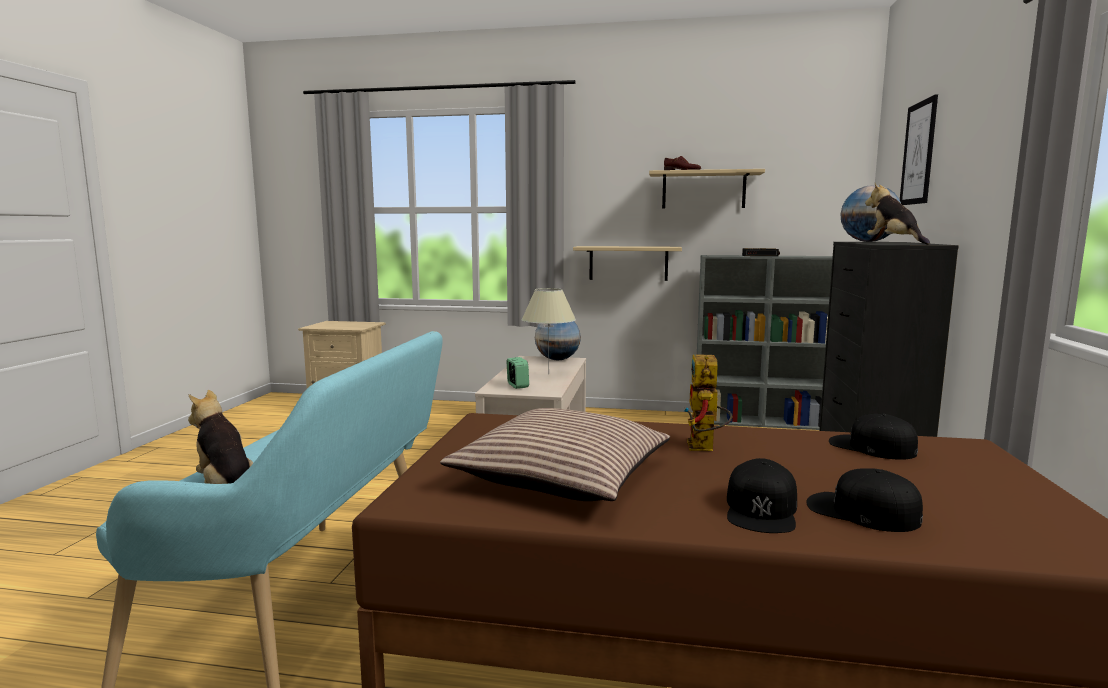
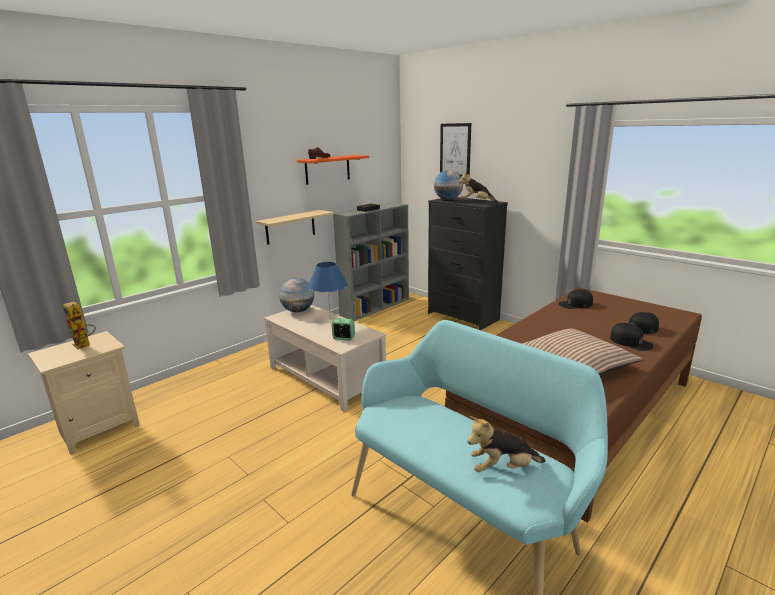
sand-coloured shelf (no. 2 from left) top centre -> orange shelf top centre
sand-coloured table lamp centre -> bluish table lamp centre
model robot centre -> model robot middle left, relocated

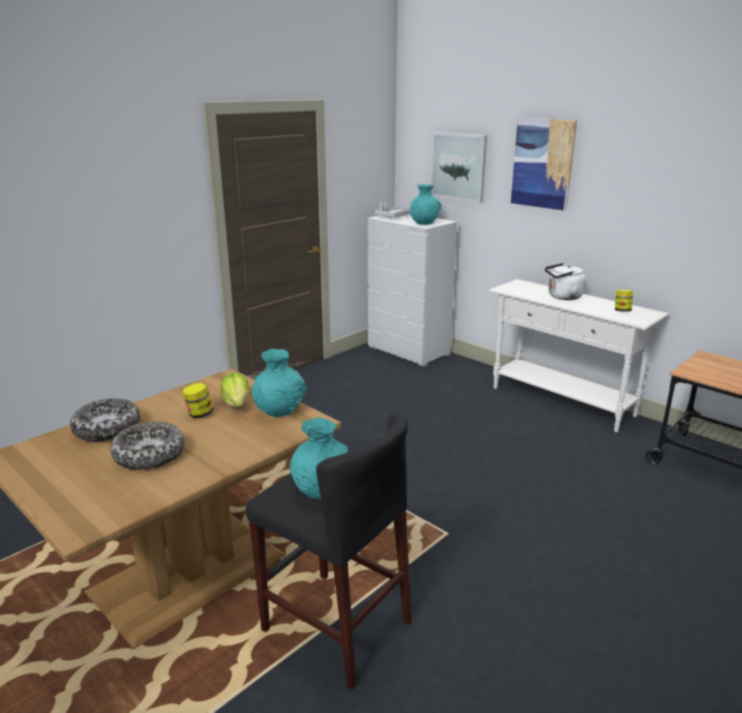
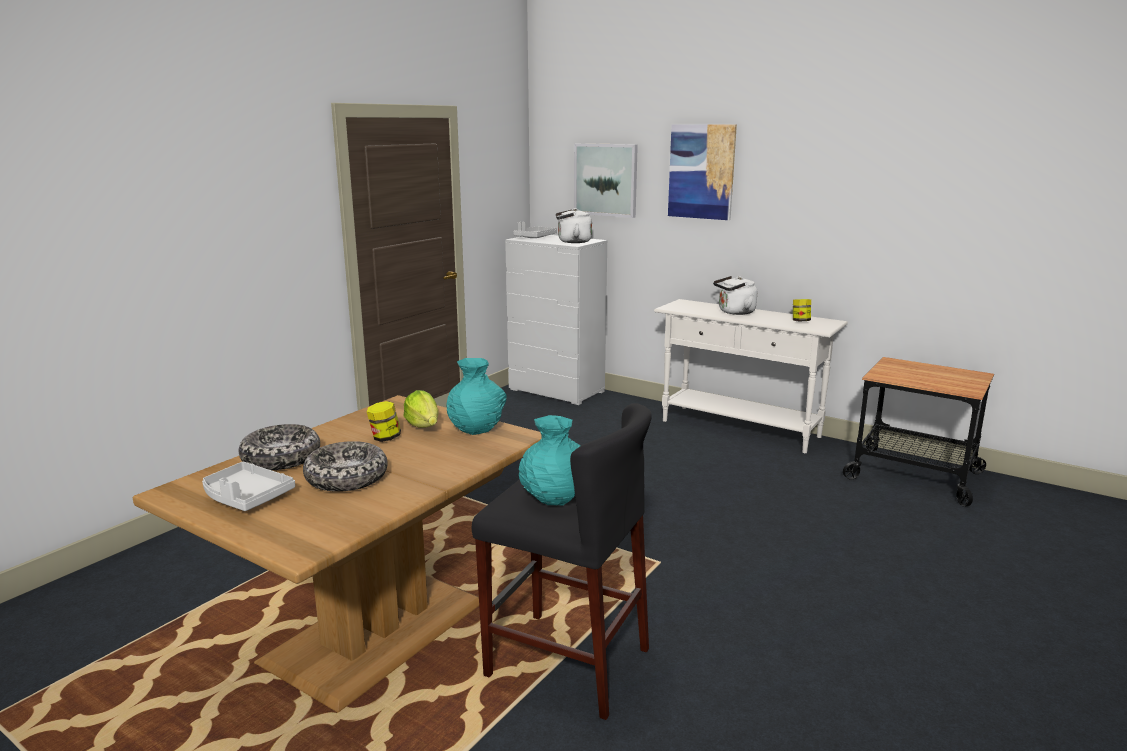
turquoise decorative vase (no. 3 from left) top centre -> whitish water kettle (no. 1 from left) top centre
none -> grey carrying tray (no. 1 from left) middle left

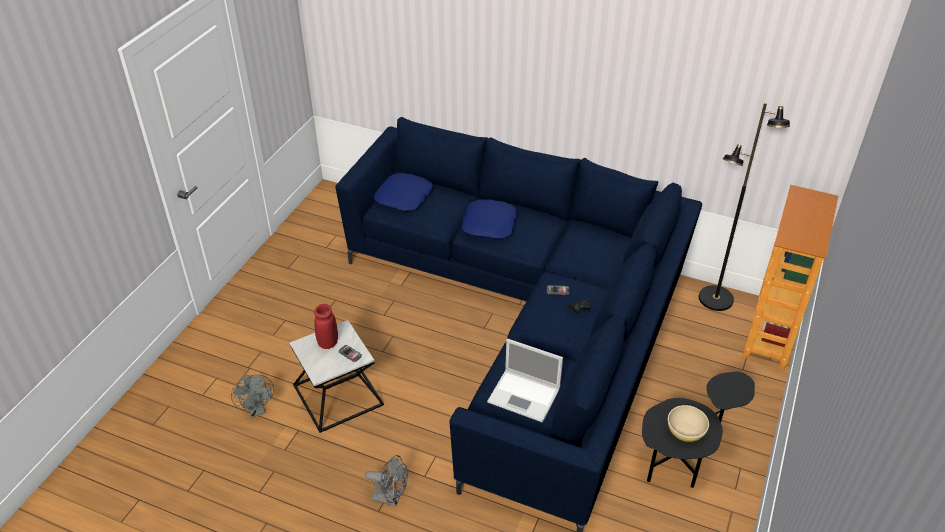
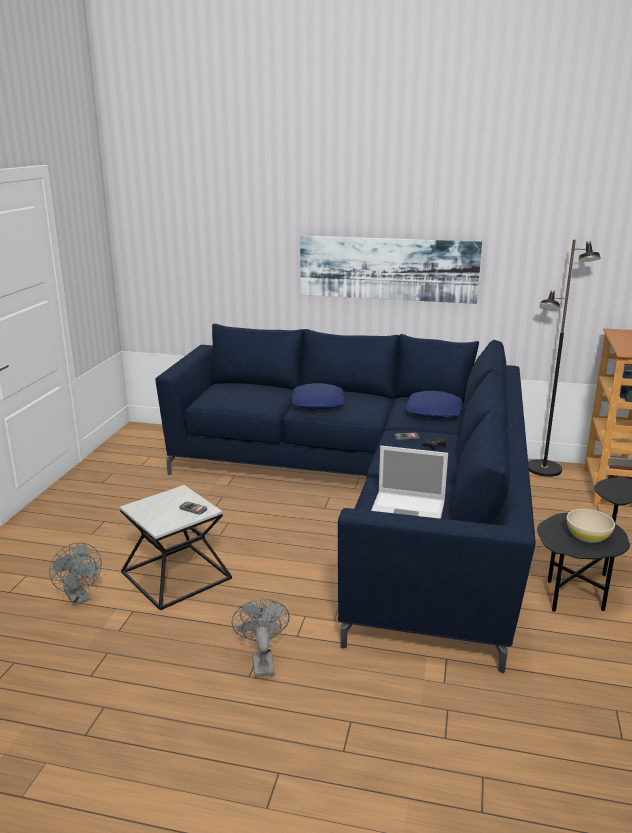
bluish cushion (no. 1 from left in the first image) centre -> bluish cushion (no. 2 from left) middle right, relocated
red decorative vase centre -> none
grey cooling fan (no. 2 from left) bottom centre, 105 degrees counterclockwise
none -> wall art top centre

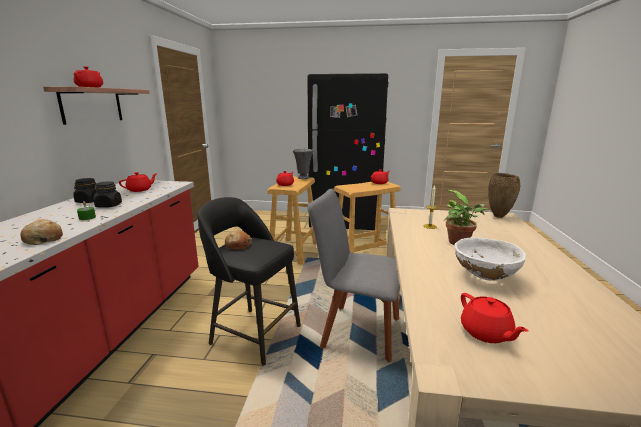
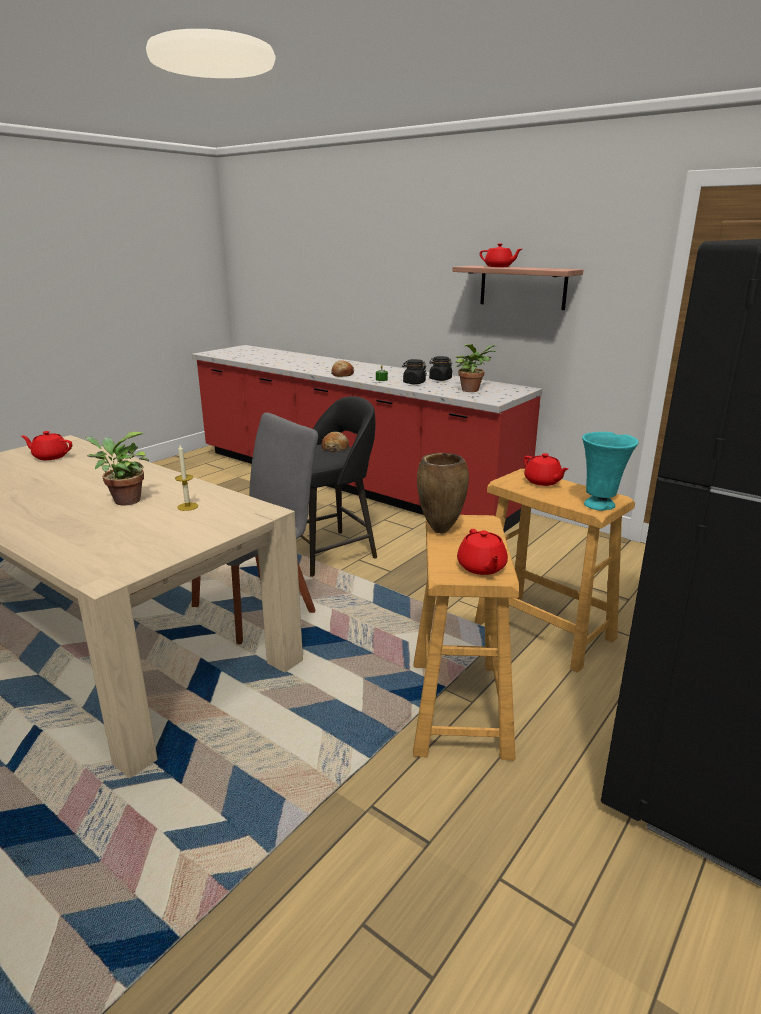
grey decorative vase centre -> turquoise decorative vase middle right
red tea pot (no. 2 from left) middle left -> plant in a pot (no. 2 from left) centre
brown-coloured decorative vase middle right -> brown-coloured decorative vase centre, relocated
whitish serving bowl middle right -> none

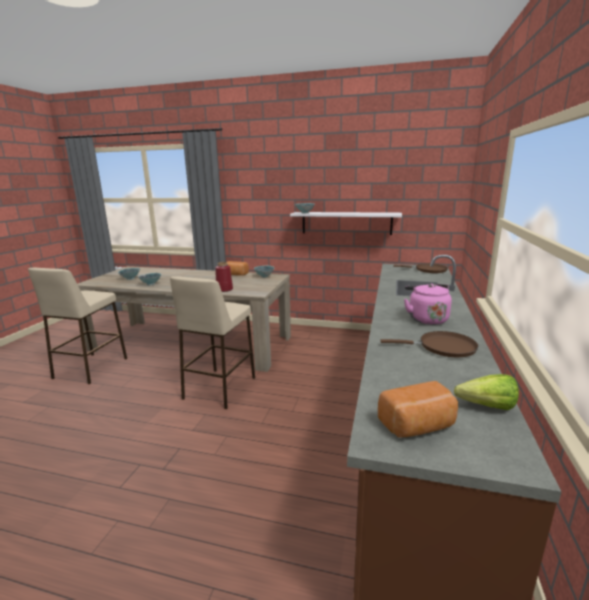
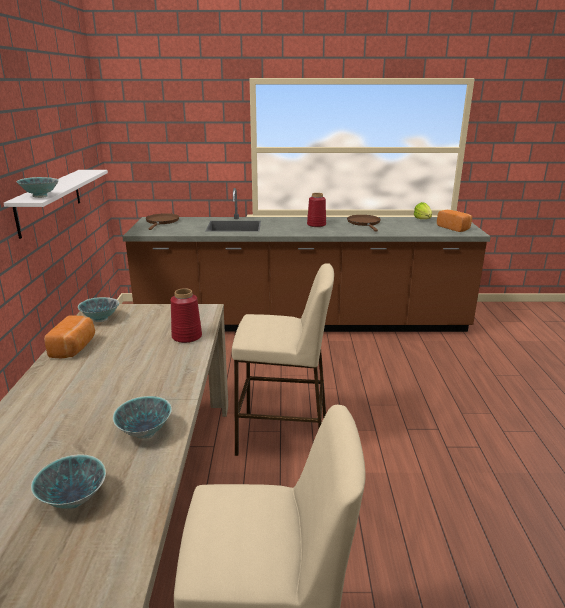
pinkish water kettle middle right -> red decorative vase (no. 2 from left) centre

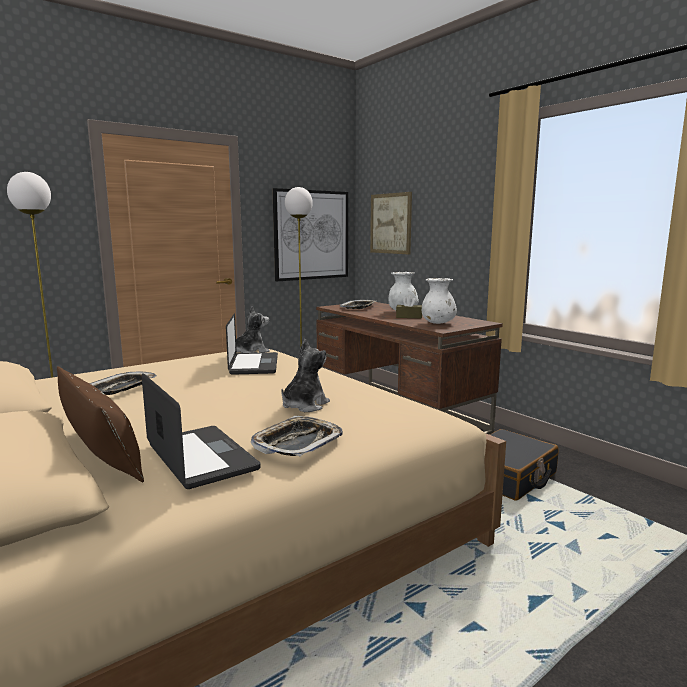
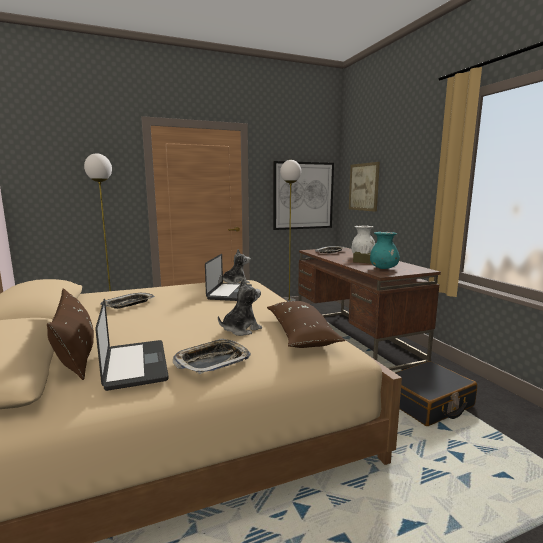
whitish decorative vase (no. 2 from left) centre -> turquoise decorative vase middle right
none -> brown-coloured cushion (no. 2 from left) centre

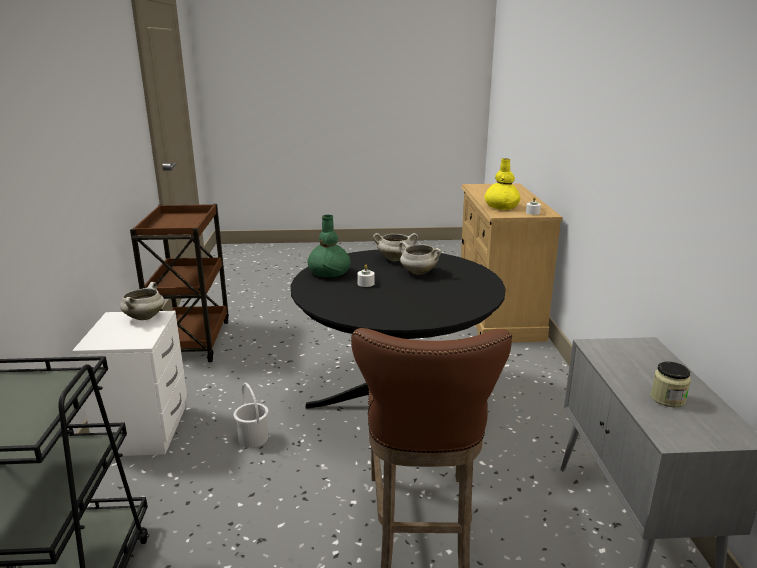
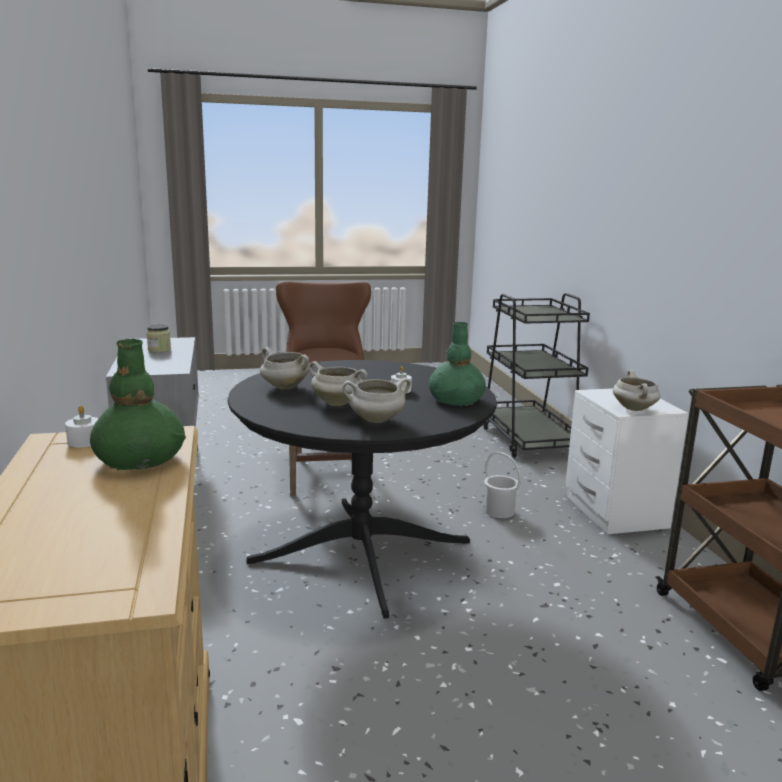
yellowish decorative vase top centre -> green decorative vase (no. 1 from left) middle left
none -> whitish saucepot (no. 1 from left) centre

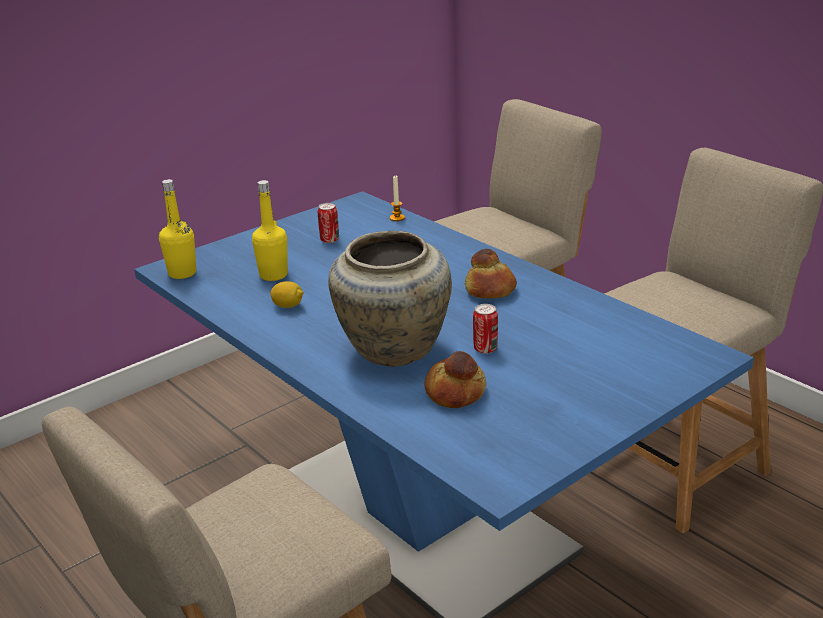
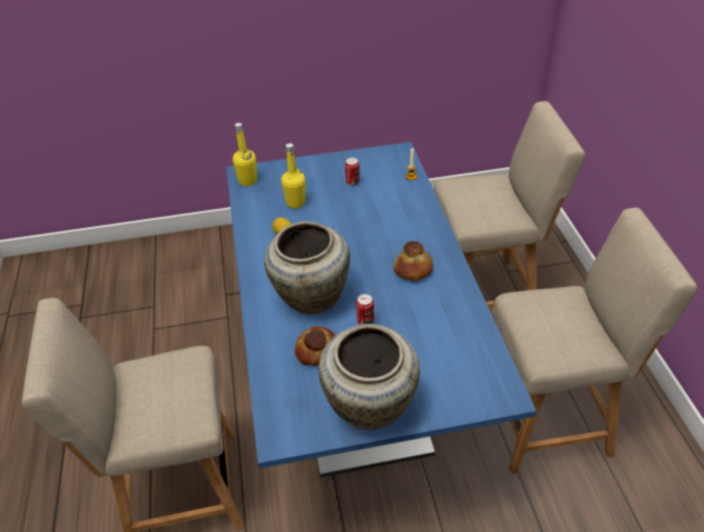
none -> sand-coloured decorative vase (no. 2 from left) bottom centre

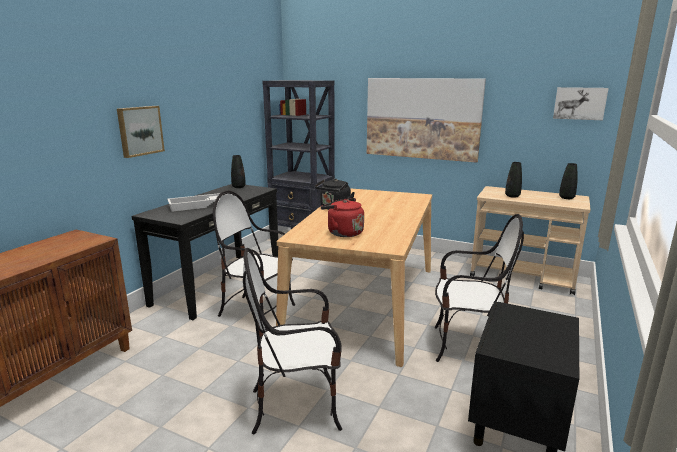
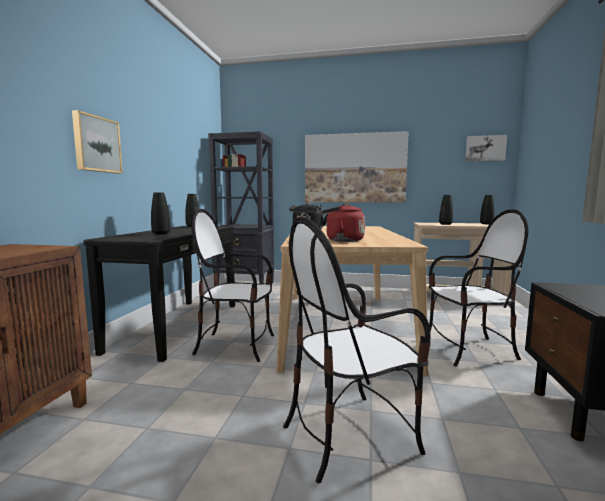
whitish carrying tray middle left -> black-coloured decorative vase (no. 1 from left) middle left

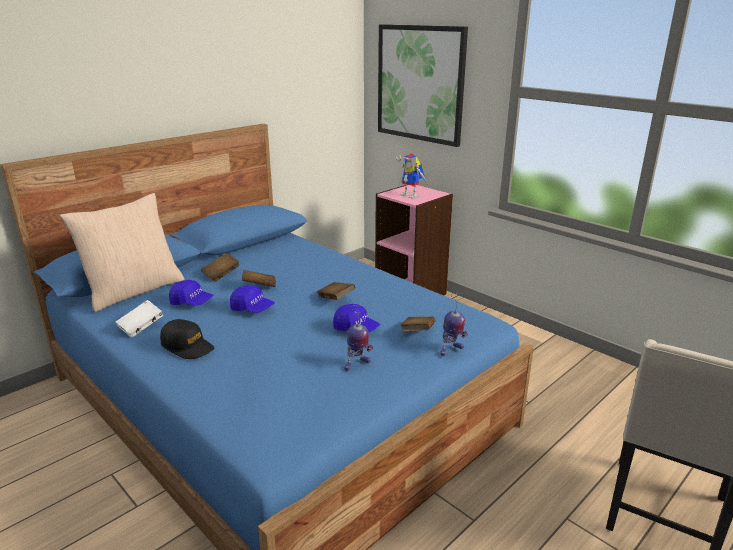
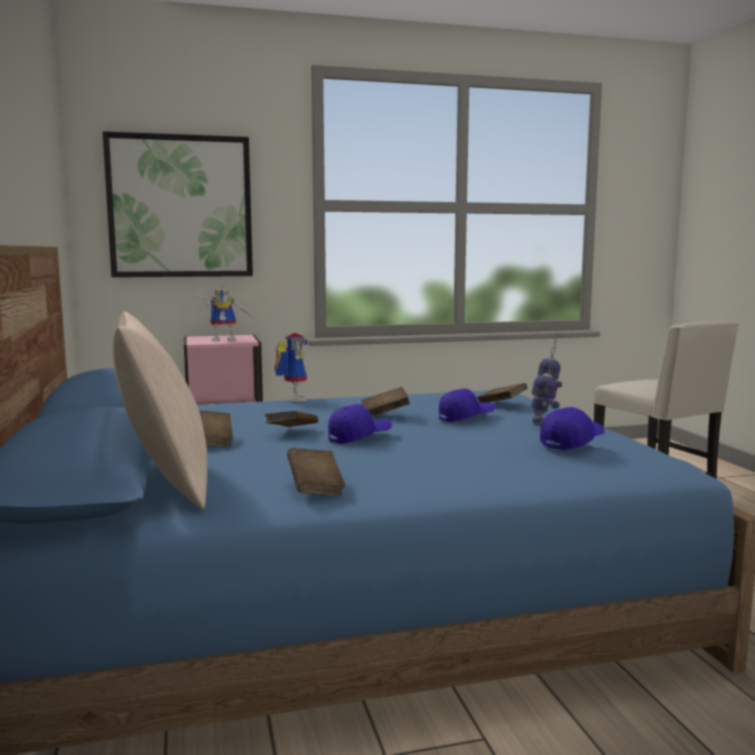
bluish peaked cap (no. 1 from left in the first image) middle left -> bluish peaked cap (no. 3 from left) middle right, relocated
whitish volume middle left -> brown-coloured volume (no. 3 from left) centre
black-coloured peaked cap middle left -> none
none -> model robot (no. 2 from left) centre

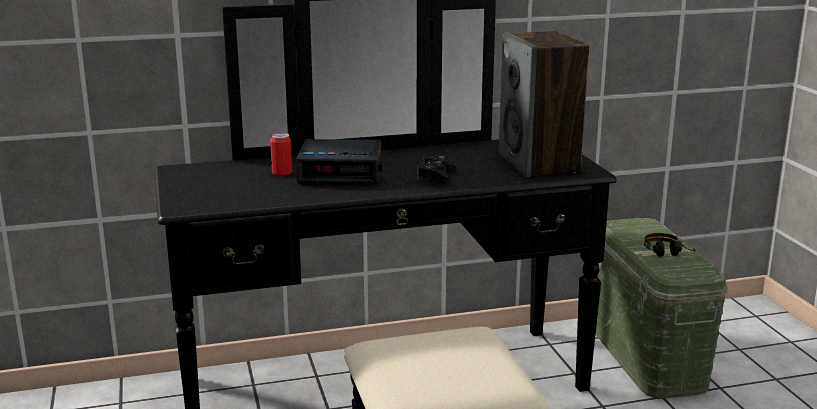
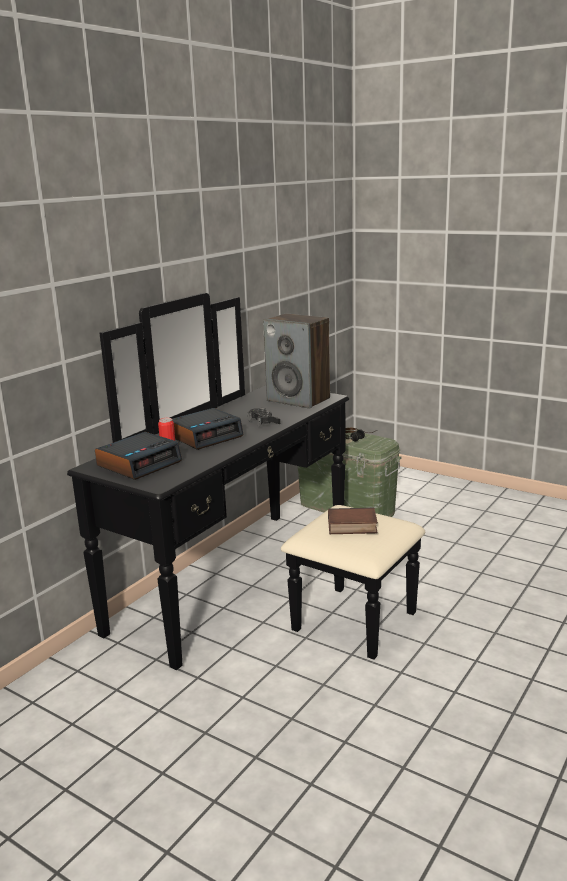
none -> bedside clock (no. 1 from left) middle left
none -> volume centre

